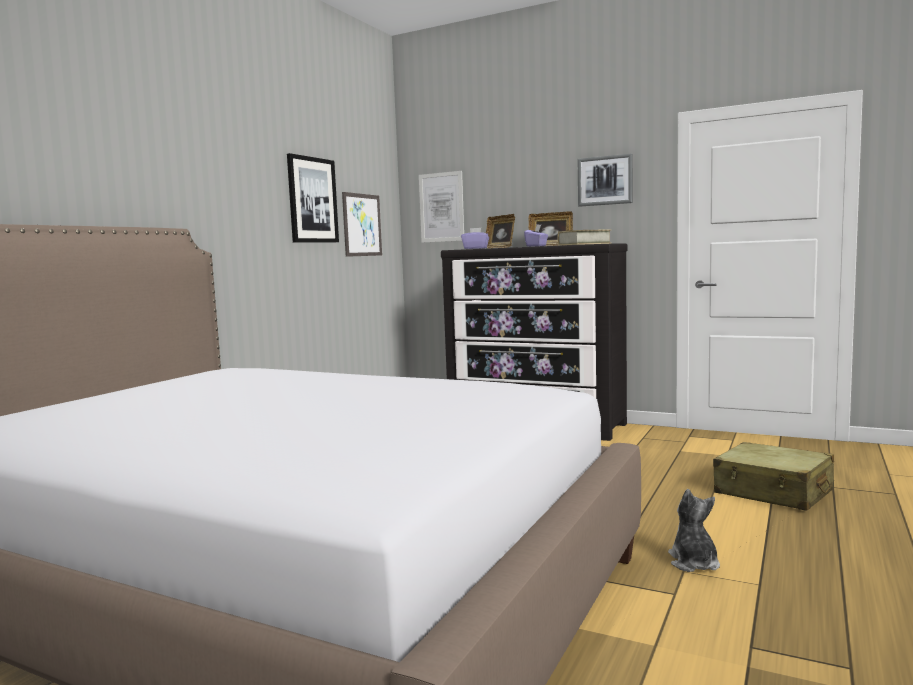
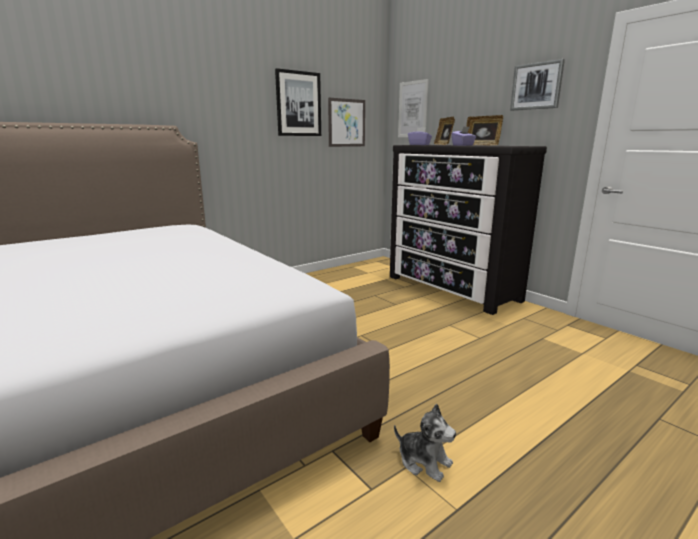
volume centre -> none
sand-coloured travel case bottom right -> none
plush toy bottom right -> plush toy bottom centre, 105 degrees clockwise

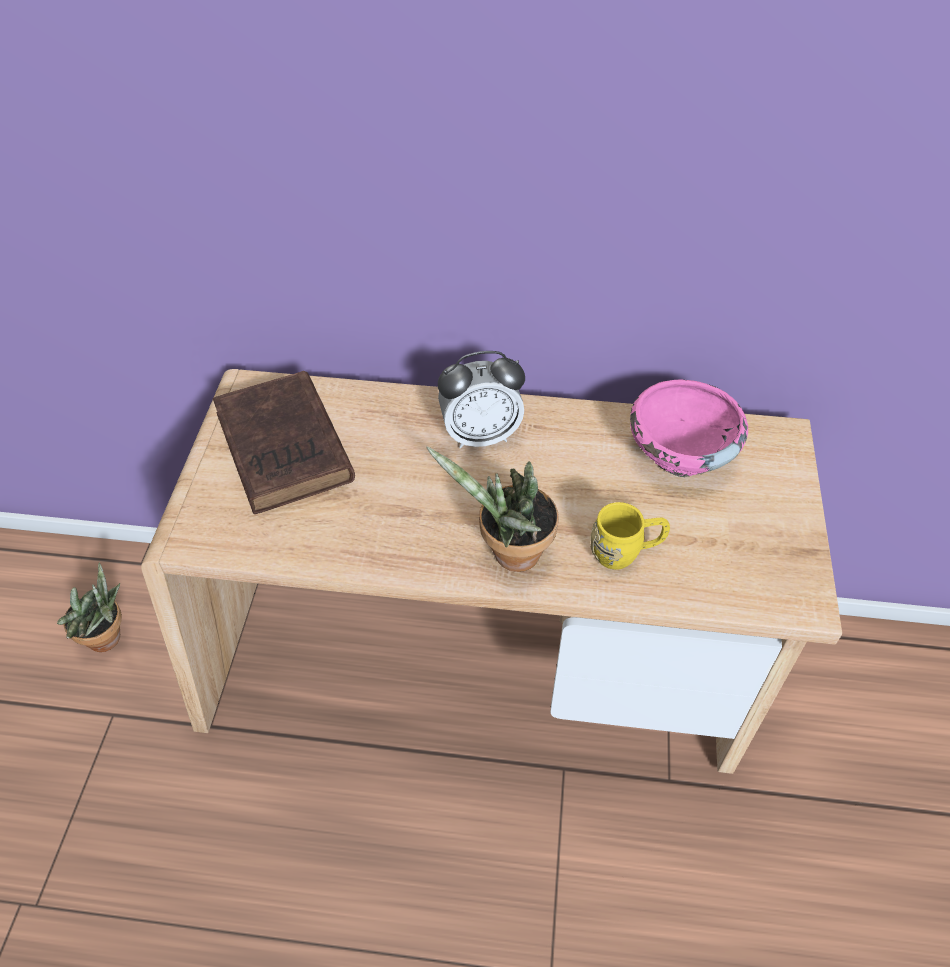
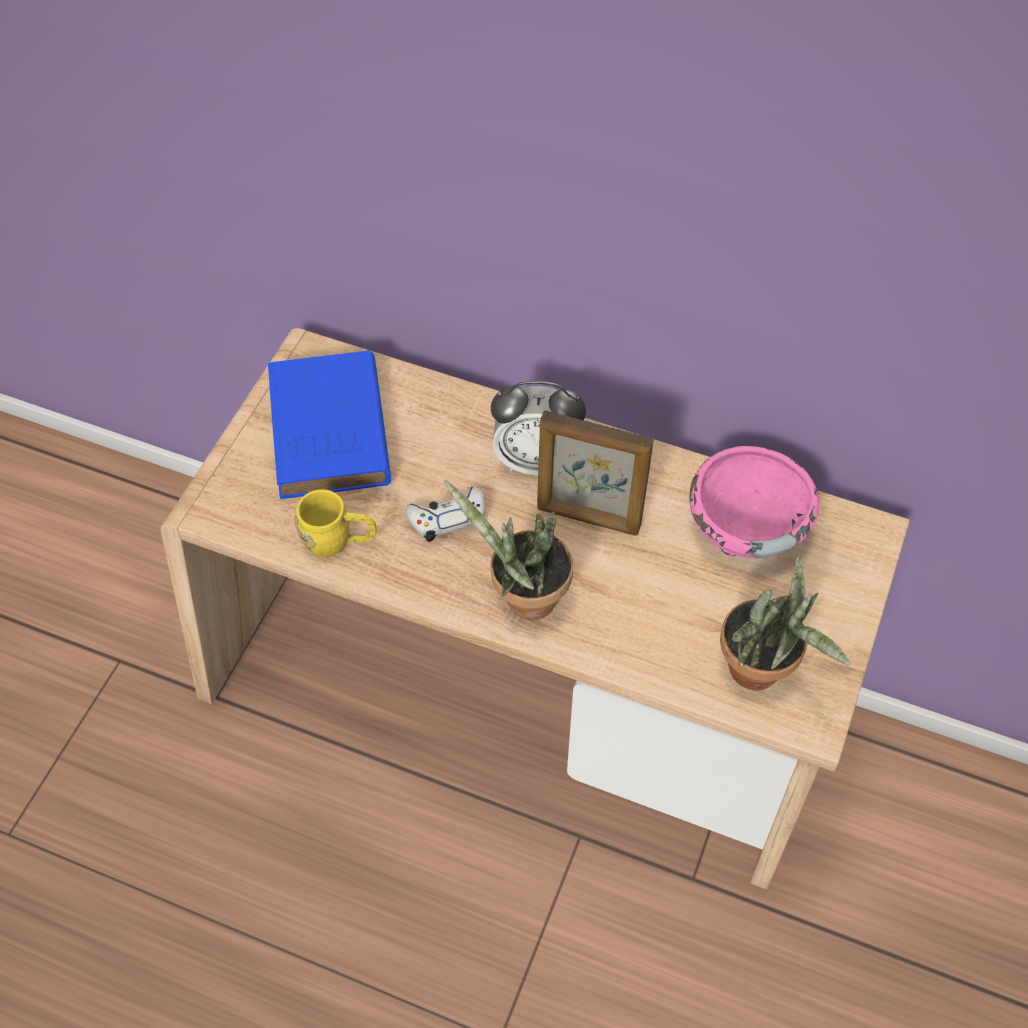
brown-coloured volume middle left -> bluish volume middle left
yellowish tea mug centre -> yellowish tea mug middle left, relocated
plant in a pot (no. 1 from left in the first image) middle left -> plant in a pot (no. 2 from left) middle right, relocated
none -> standing frame centre
none -> whitish game controller centre

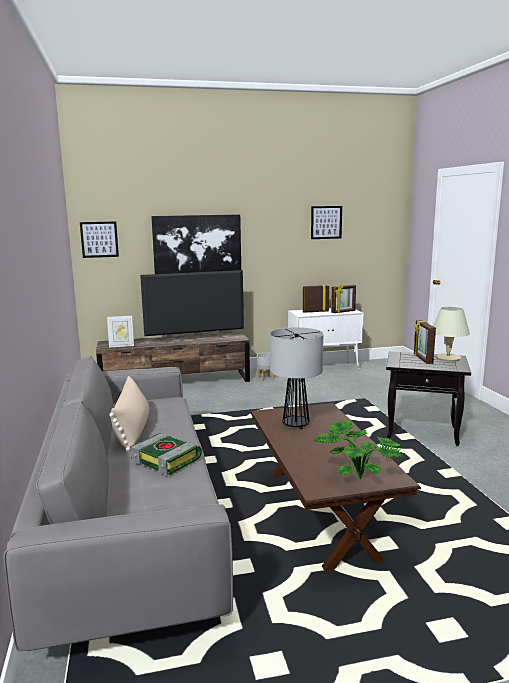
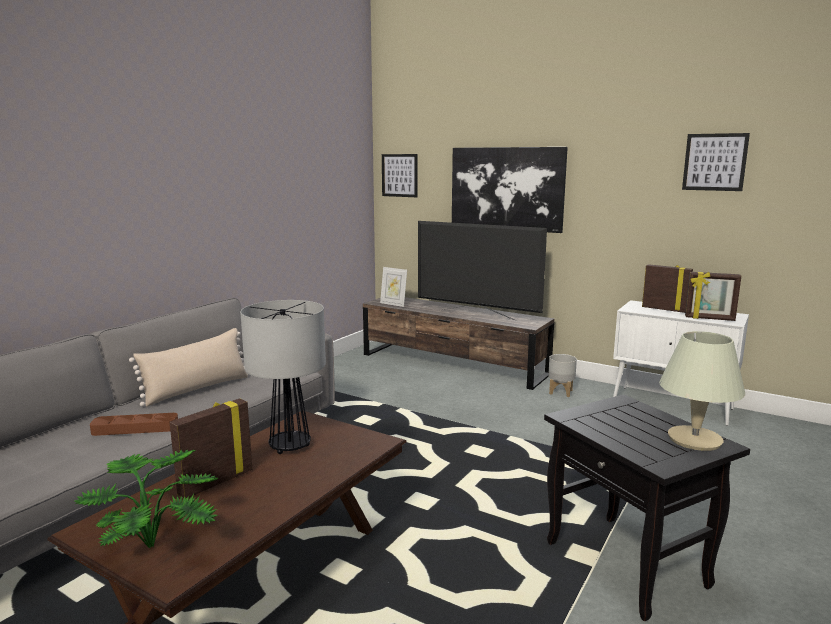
standing frame (no. 4 from left in the first image) middle right -> standing frame (no. 1 from left) bottom left, relocated
volume middle left -> brown-coloured carrying tray bottom left

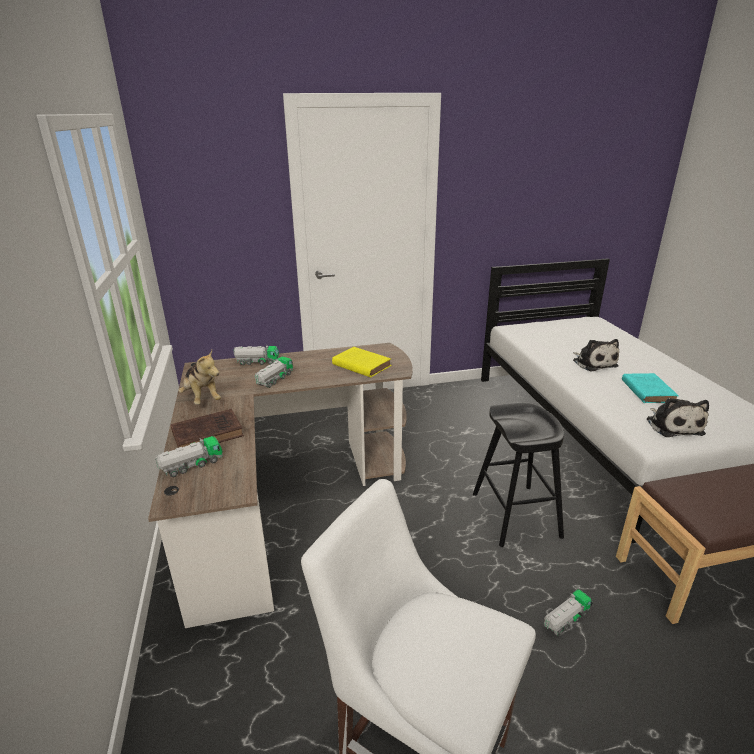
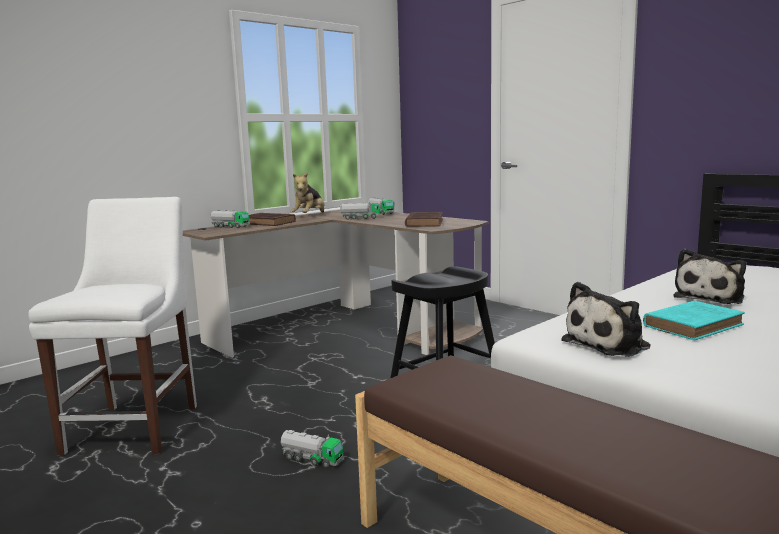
yellowish volume centre -> brown-coloured volume (no. 2 from left) centre

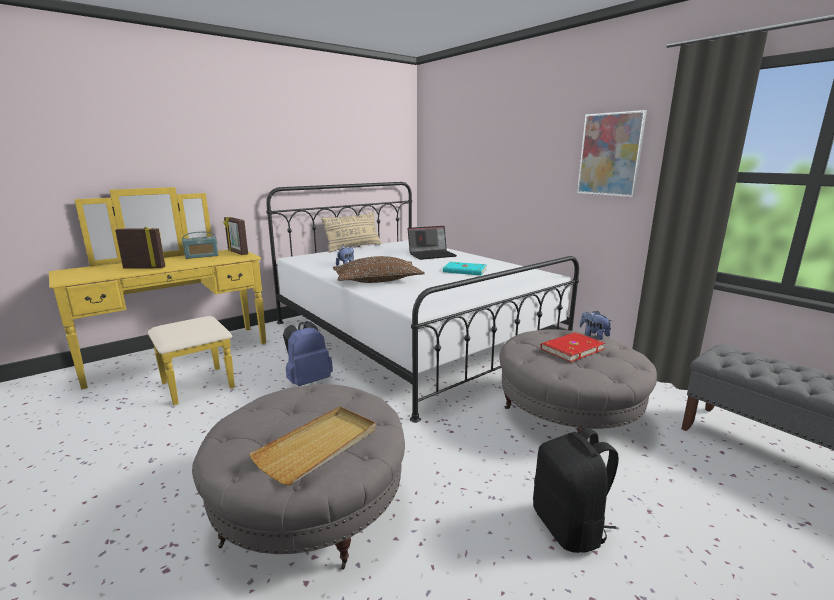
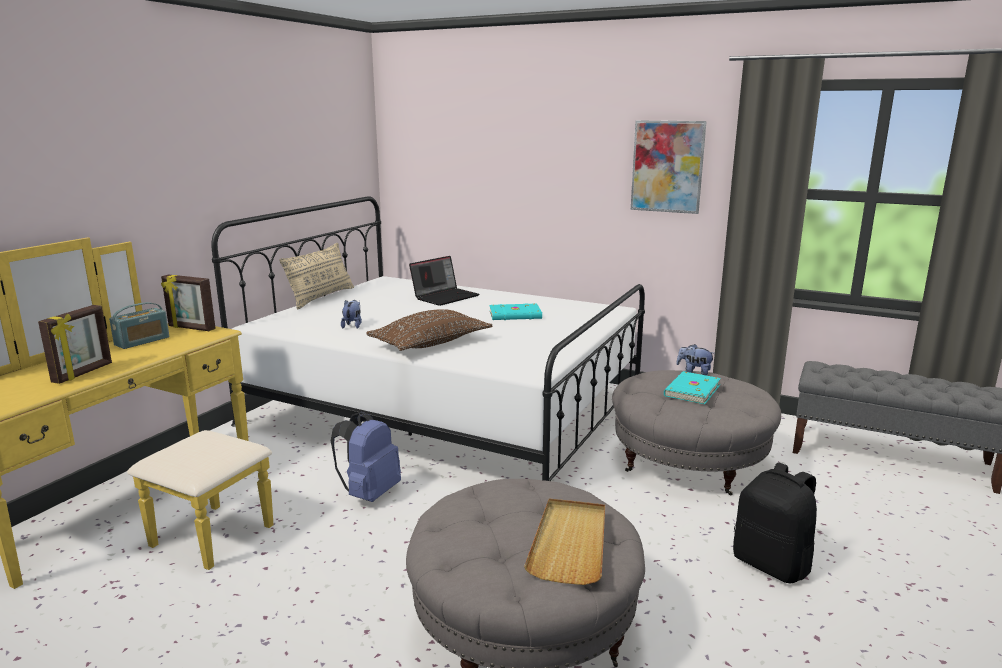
standing frame (no. 1 from left) middle left, 135 degrees clockwise
red volume middle right -> turquoise volume (no. 2 from left) middle right

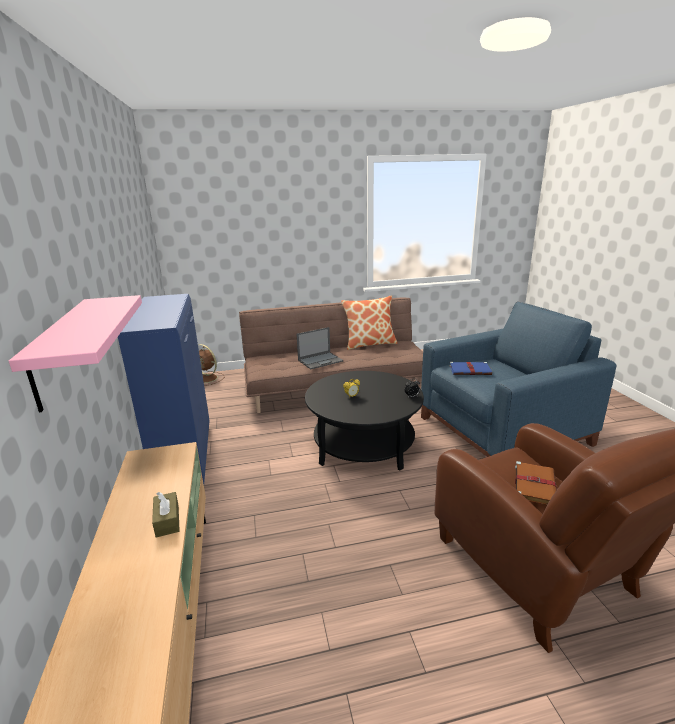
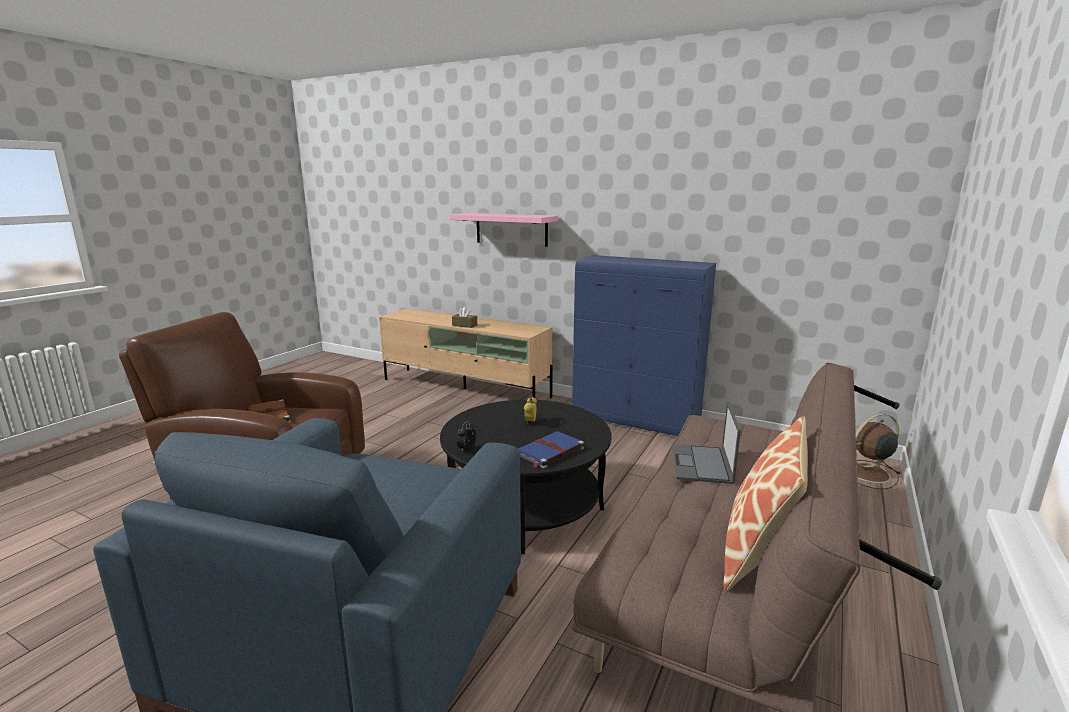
bluish volume middle right -> bluish volume centre, relocated

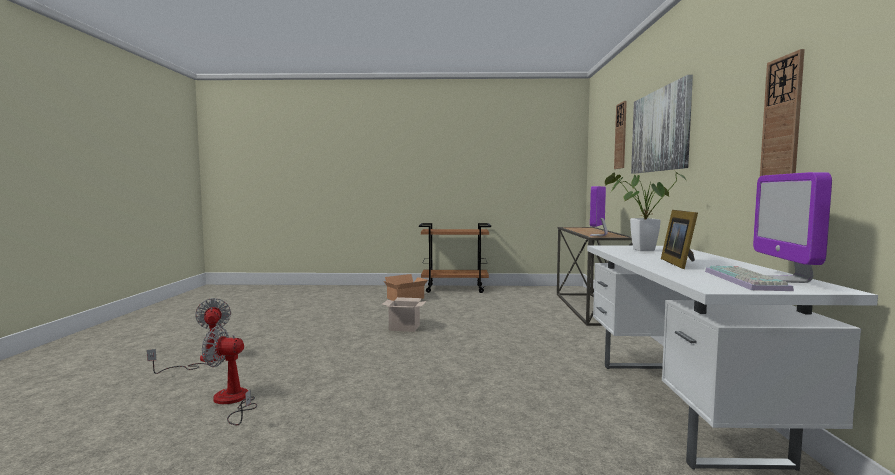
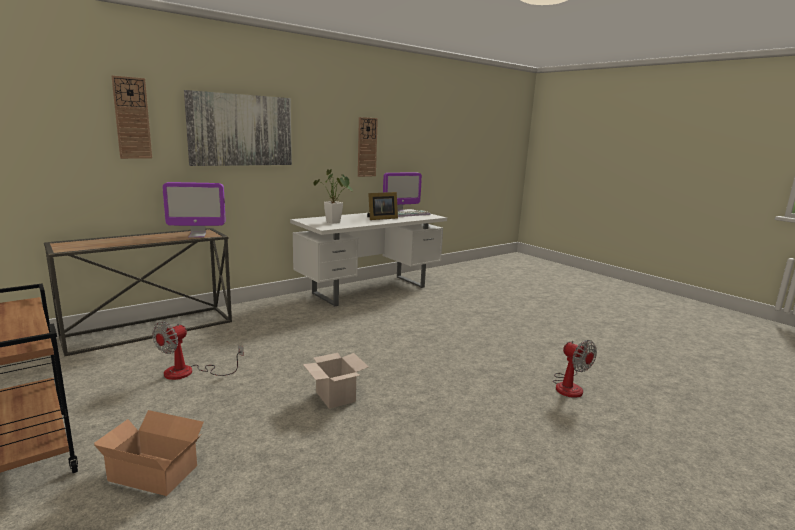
cooling fan (no. 1 from left) bottom left -> cooling fan (no. 1 from left) middle left, relocated

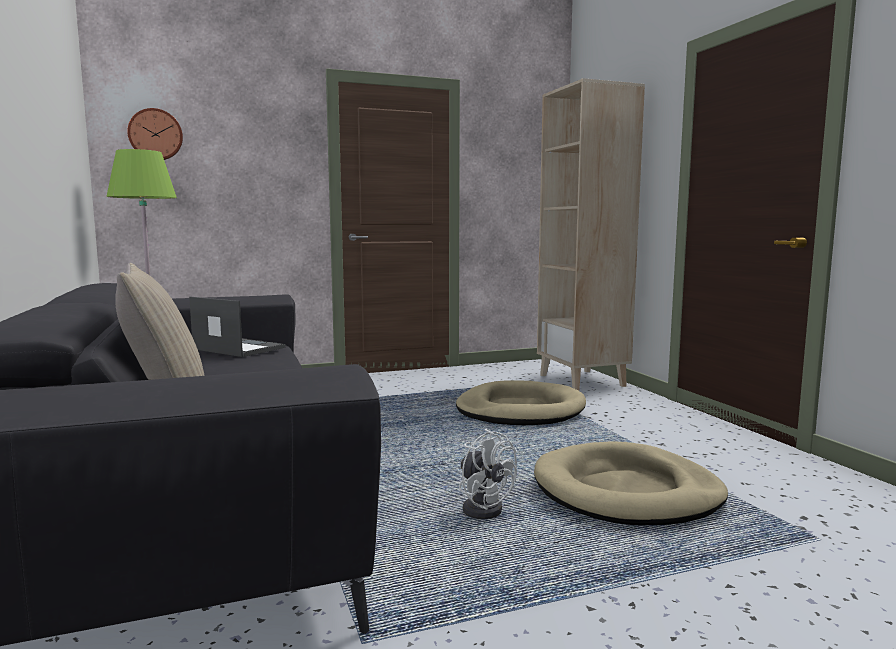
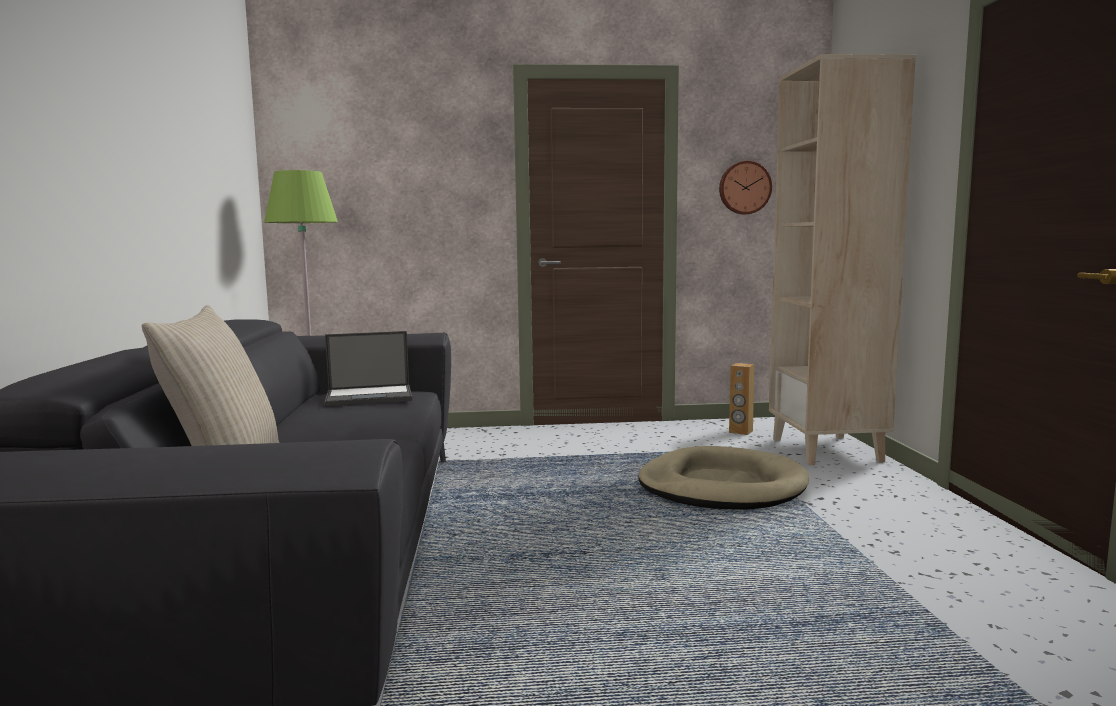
clock on the wall top left -> clock on the wall top right, relocated
notebook computer middle left, 120 degrees clockwise
whitish cooling fan bottom centre -> none
sand-coloured dog bed (no. 2 from left) bottom right -> none
none -> brown-coloured loudspeaker centre

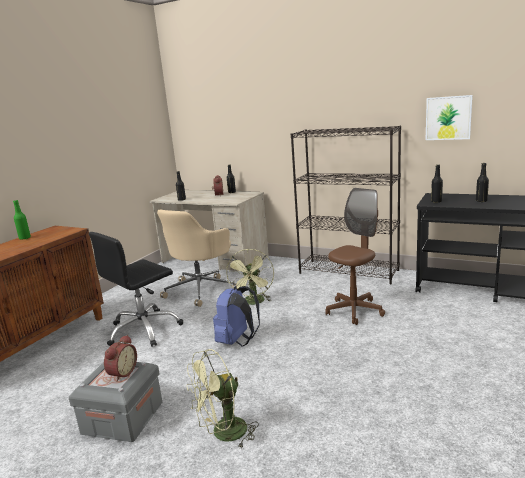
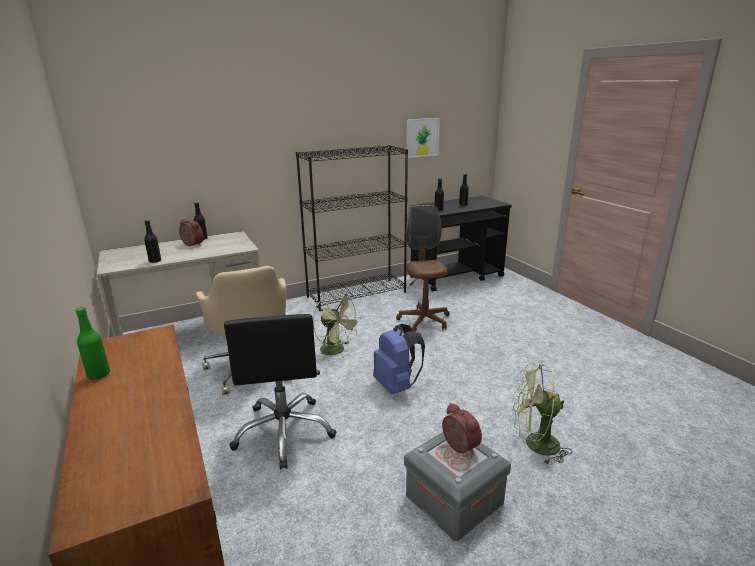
green cooling fan (no. 1 from left in the first image) bottom centre -> green cooling fan (no. 2 from left) bottom right, 90 degrees clockwise

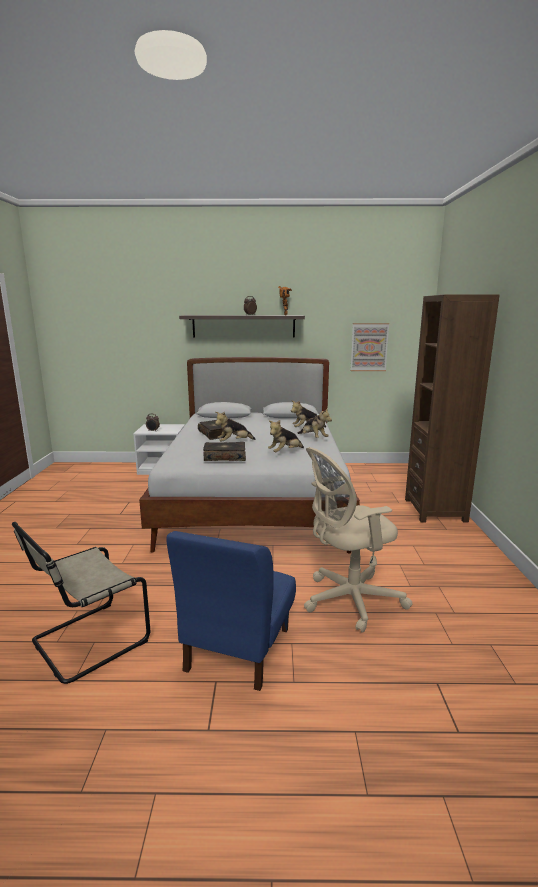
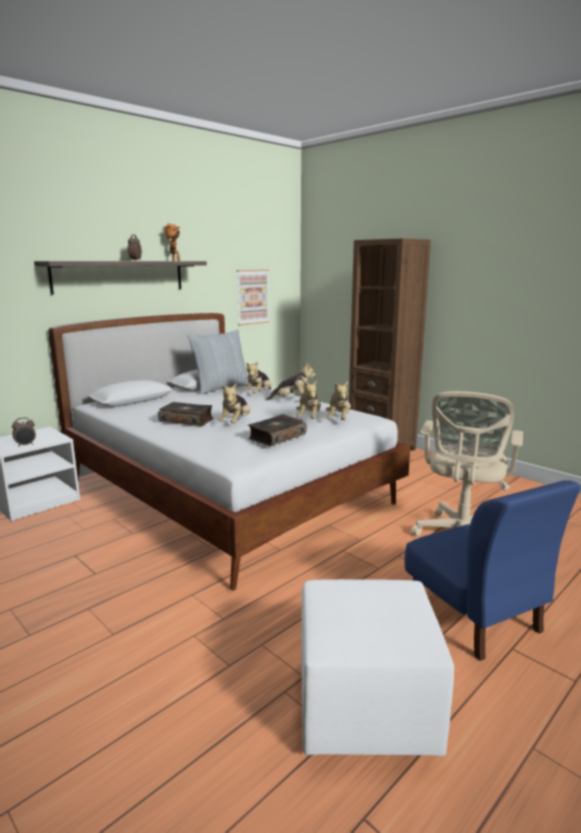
sand-coloured plain chair bottom left -> whitish pouffe bottom centre
none -> cushion centre
none -> plush toy (no. 5 from left) centre

